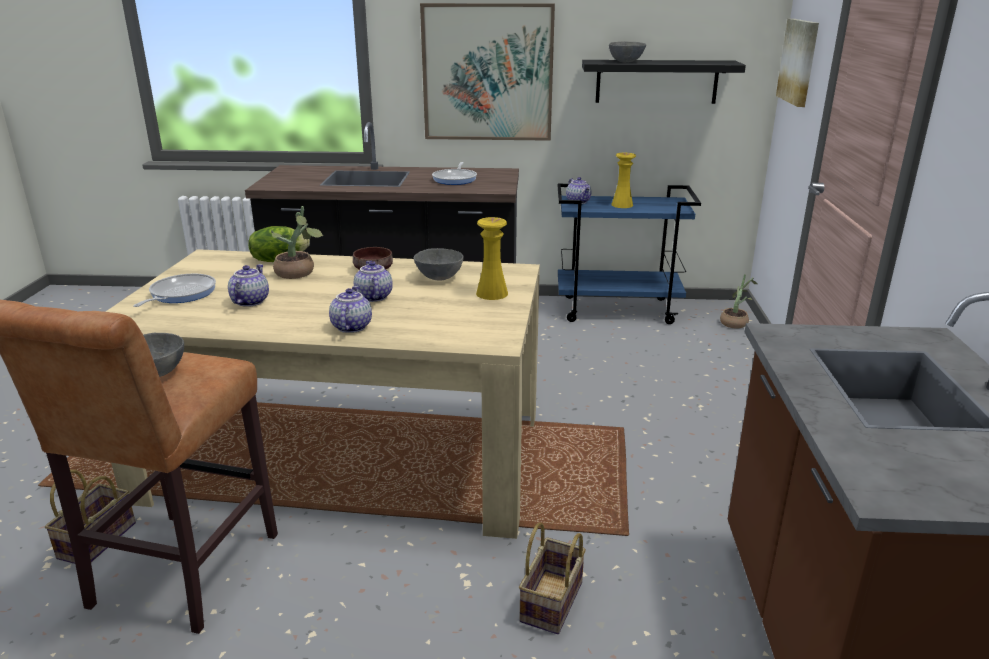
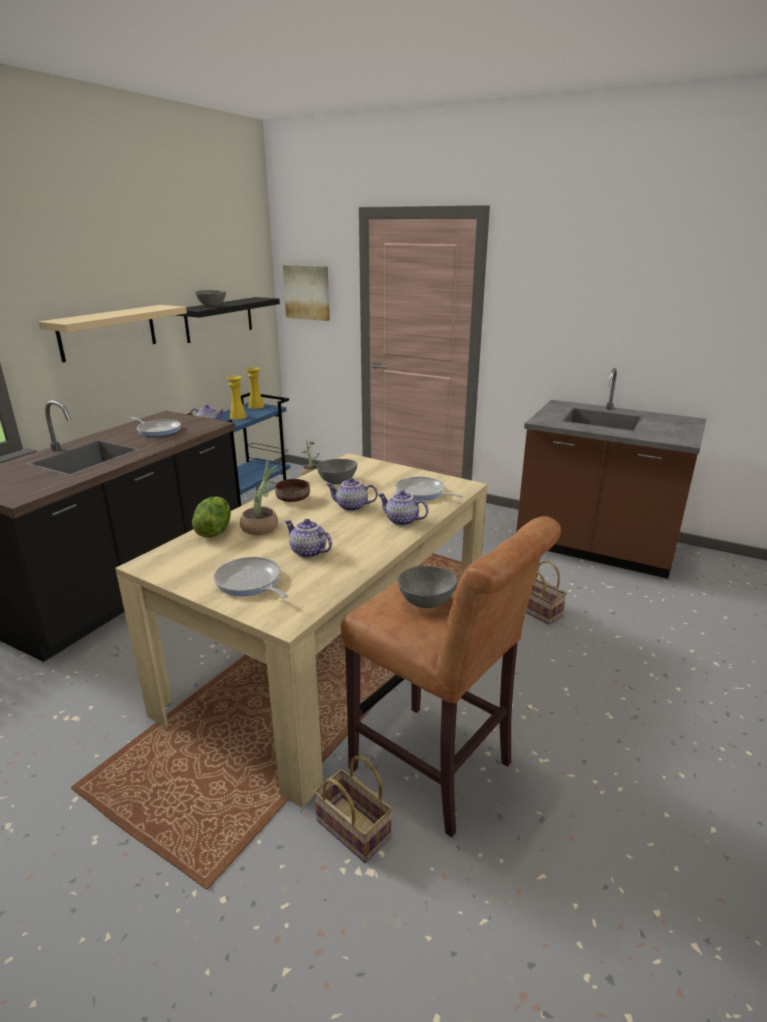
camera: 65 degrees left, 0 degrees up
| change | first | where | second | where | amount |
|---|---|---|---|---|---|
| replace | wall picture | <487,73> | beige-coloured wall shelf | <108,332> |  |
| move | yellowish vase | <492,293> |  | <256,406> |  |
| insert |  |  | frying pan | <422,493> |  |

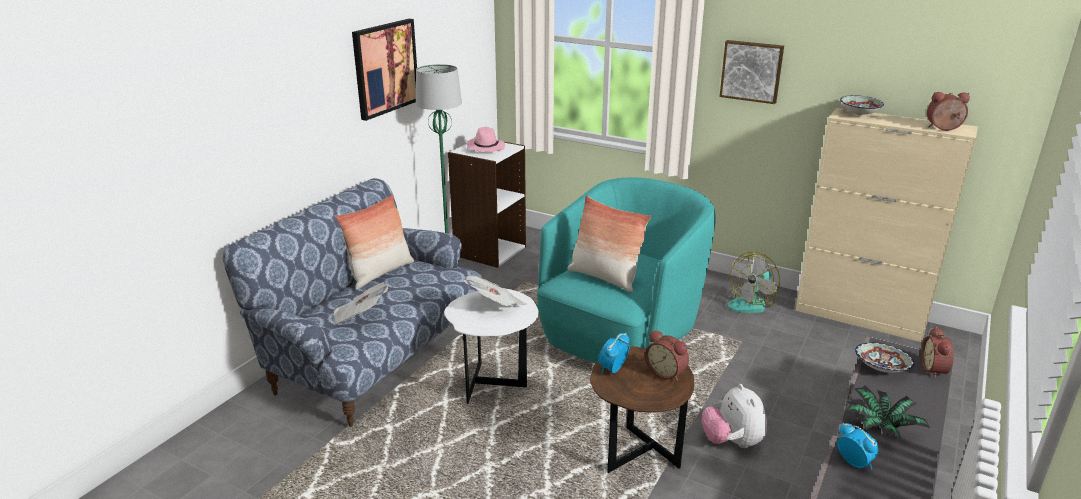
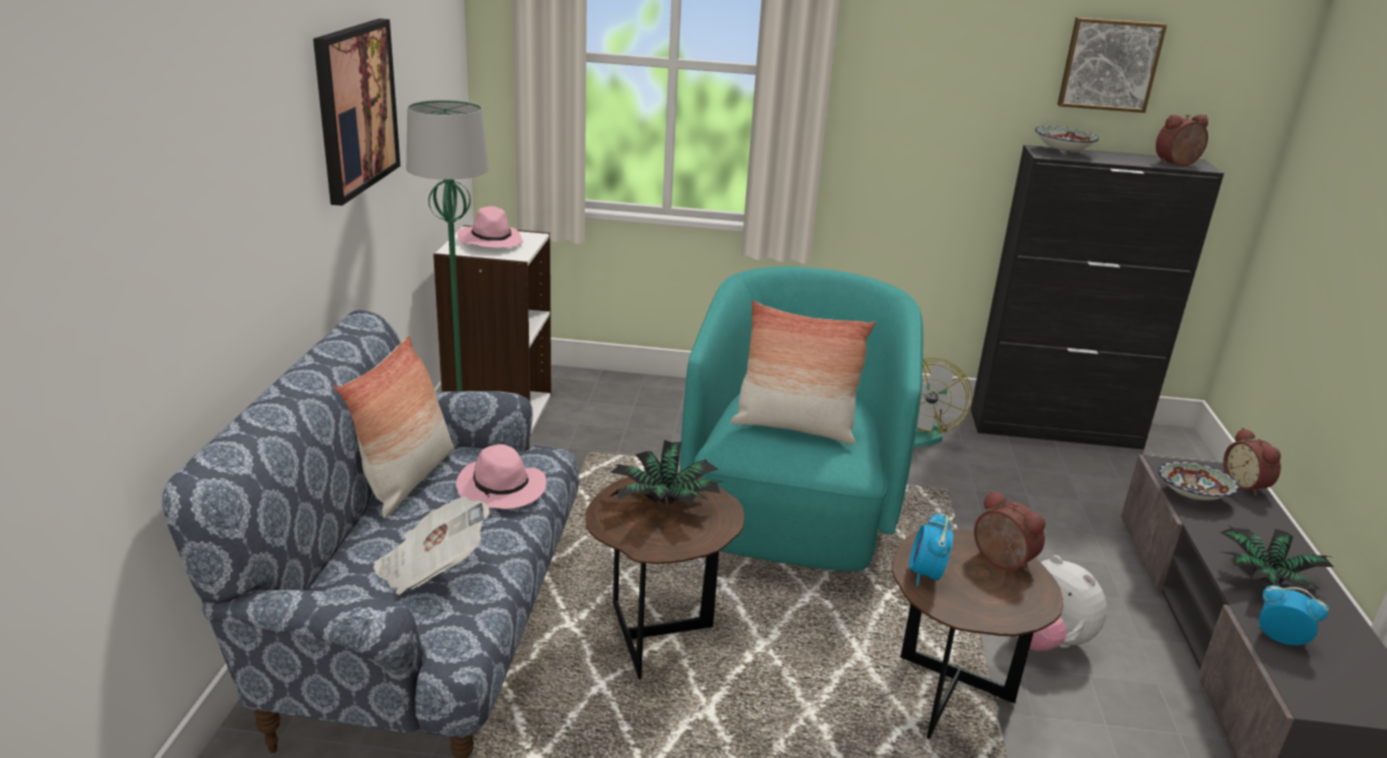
camera: 25 degrees left, 0 degrees up
| change | first | where | second | where | amount |
|---|---|---|---|---|---|
| insert |  |  | pinkish clothing hat | <502,489> |  |
| recolor | whitish end table | <494,385> | brownish end table | <658,635> |  |
| replace | newspaper | <495,306> | potted plant | <665,504> |  |
| recolor | beige-coloured cabinet | <860,317> | black cabinet | <1056,429> |  |
| rotate | table clock | <666,372> |  | <1000,562> | 150 degrees counterclockwise |
| move | wall picture | <751,71> |  | <1109,64> |  |

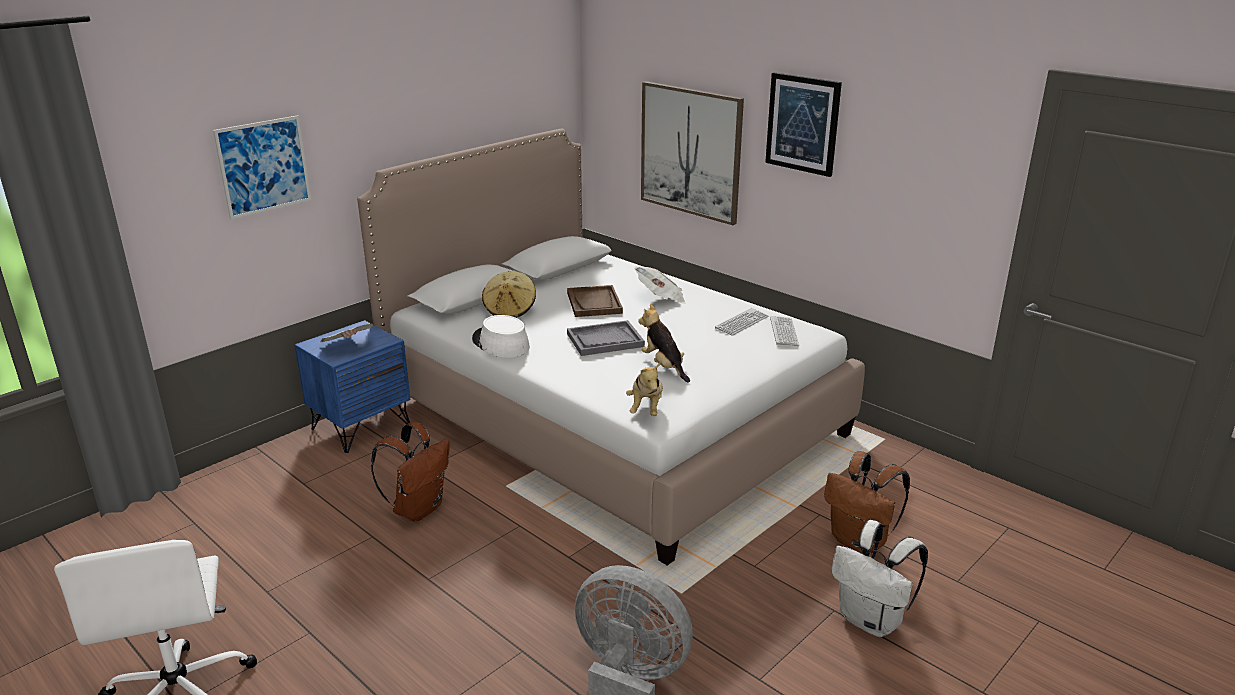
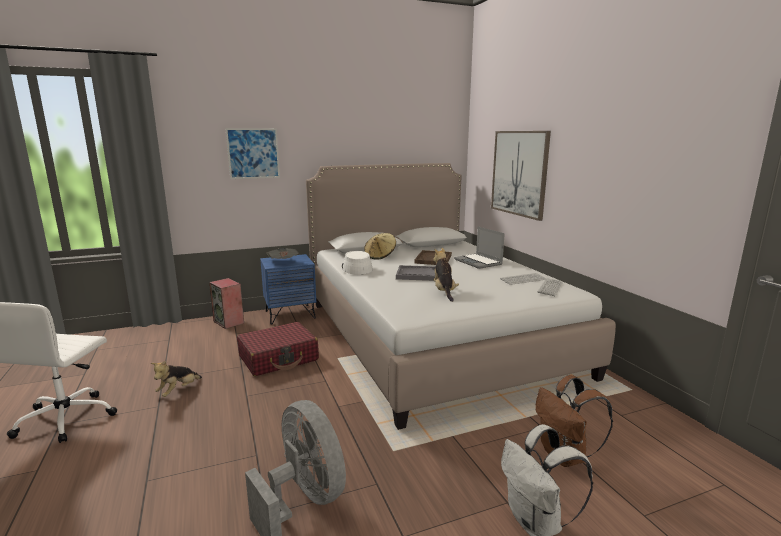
camera: 25 degrees right, 10 degrees down
| change | first | where | second | where | amount |
|---|---|---|---|---|---|
| move | plush toy | <646,408> |  | <178,391> |  |
| insert |  |  | audio speaker | <229,322> |  |
| replace | brownish knapsack | <418,508> | reddish piece of luggage | <279,358> |  |
| replace | newspaper | <661,298> | portable computer | <479,262> |  |
| delete | wall picture | <803,123> |  |  |  |

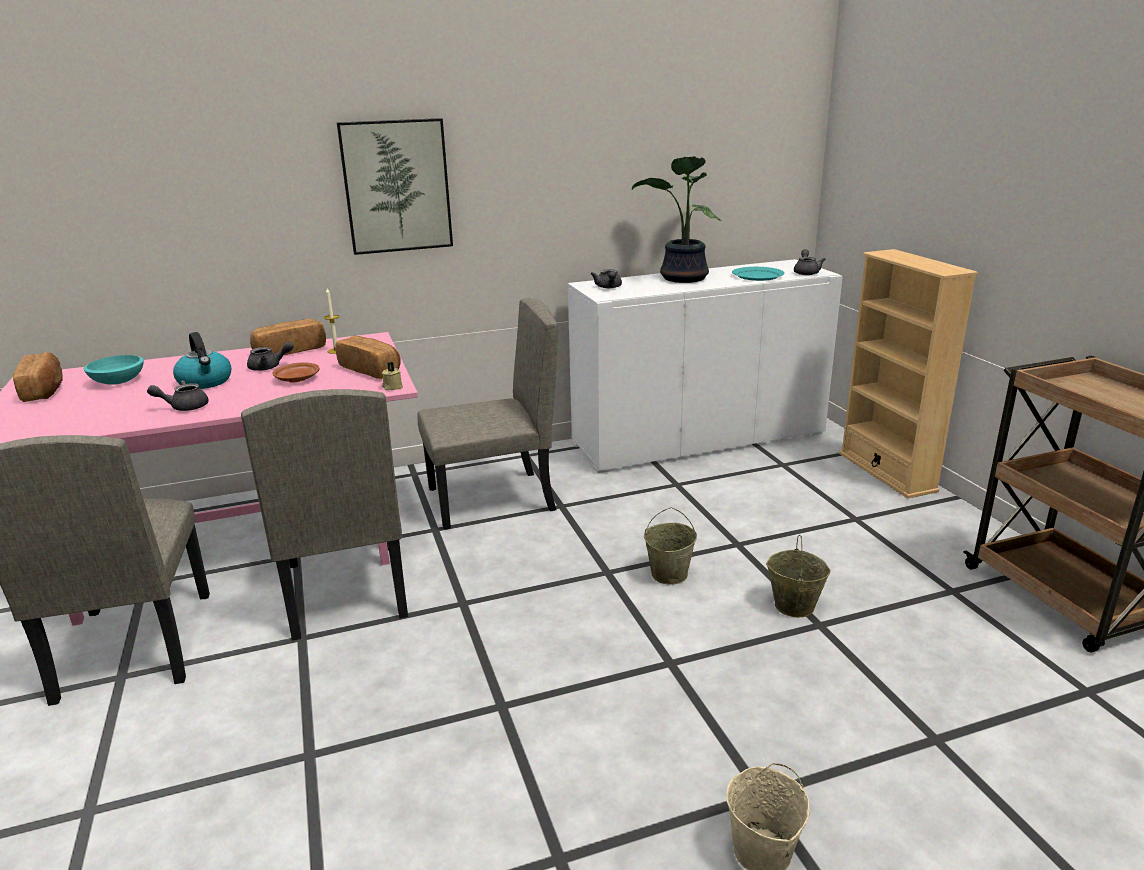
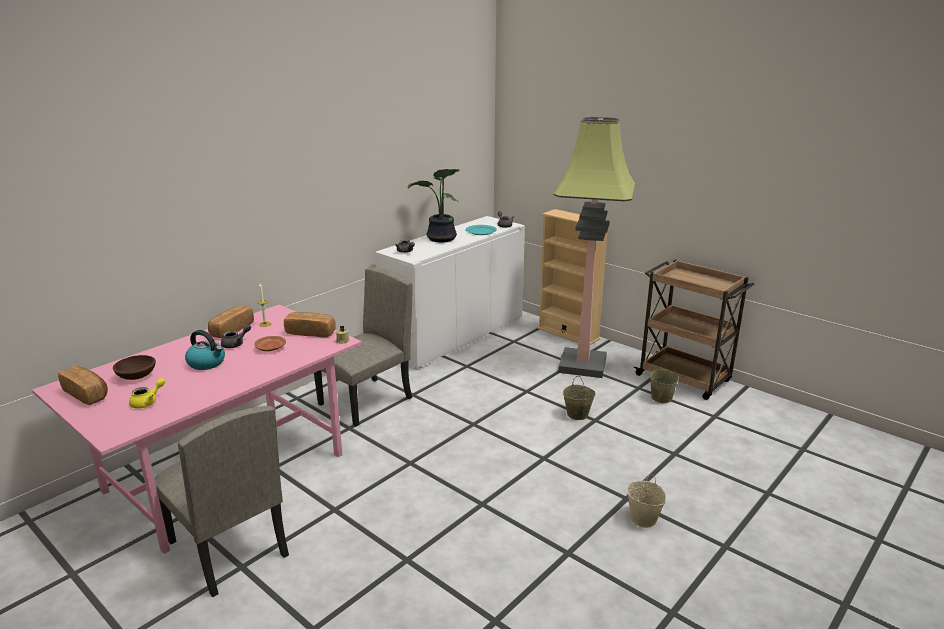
camera: 30 degrees left, 0 degrees up
| change | first | where | second | where | amount |
|---|---|---|---|---|---|
| recolor | turquoise-coloured serving bowl | <118,382> | brownish serving bowl | <137,376> |  |
| insert |  |  | yellowish tea pot | <148,402> |  |
| insert |  |  | standing lamp | <583,365> |  |
| move | beige-coloured pail | <669,574> |  | <661,398> |  |
| delete | gray tea pot | <184,407> |  |  |  |
| delete | beige-coloured upright chair | <345,590> |  |  |  |
| delete | wall picture | <396,186> |  |  |  |

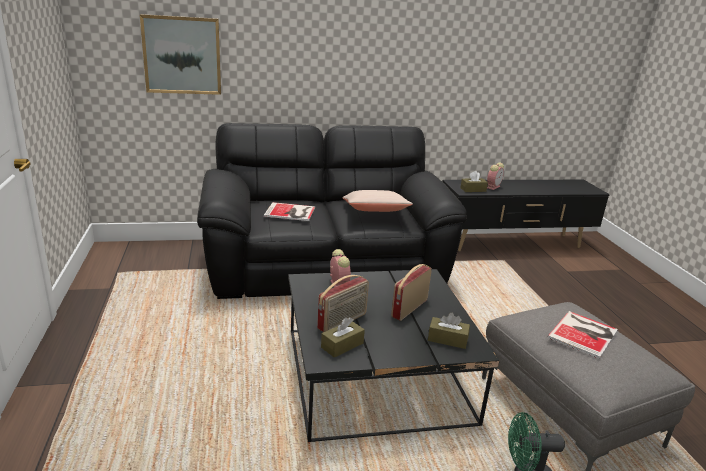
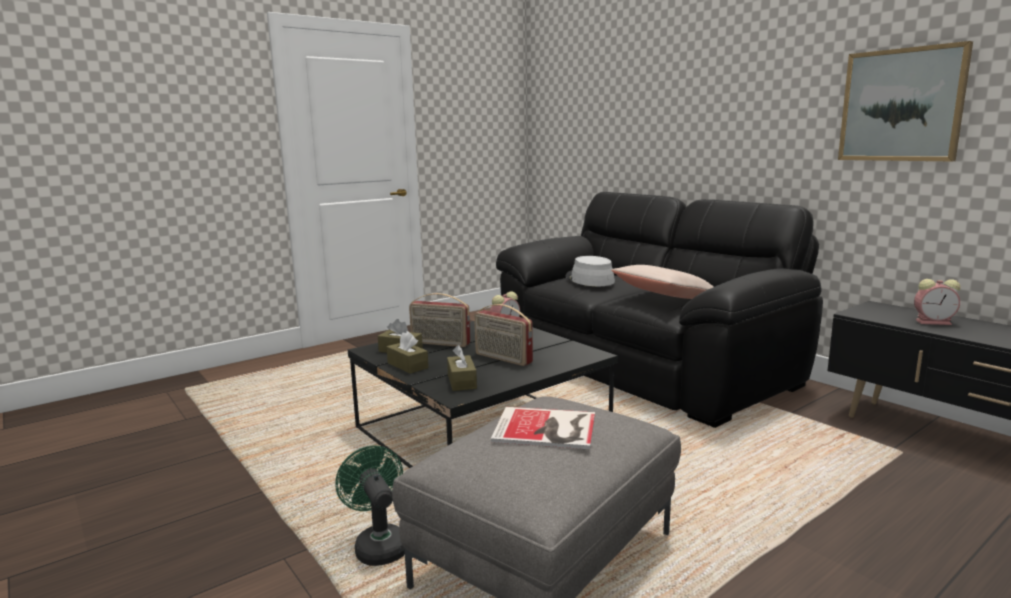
camera: 65 degrees right, 10 degrees down
| change | first | where | second | where | amount |
|---|---|---|---|---|---|
| move | brownish box of tissues | <473,190> |  | <407,365> |  |
| rotate | radio set | <409,308> |  | <502,359> | 150 degrees counterclockwise |
| replace | bound book | <291,212> | gray clothing hat | <589,279> |  |
| move | wall picture | <182,55> |  | <901,105> |  |

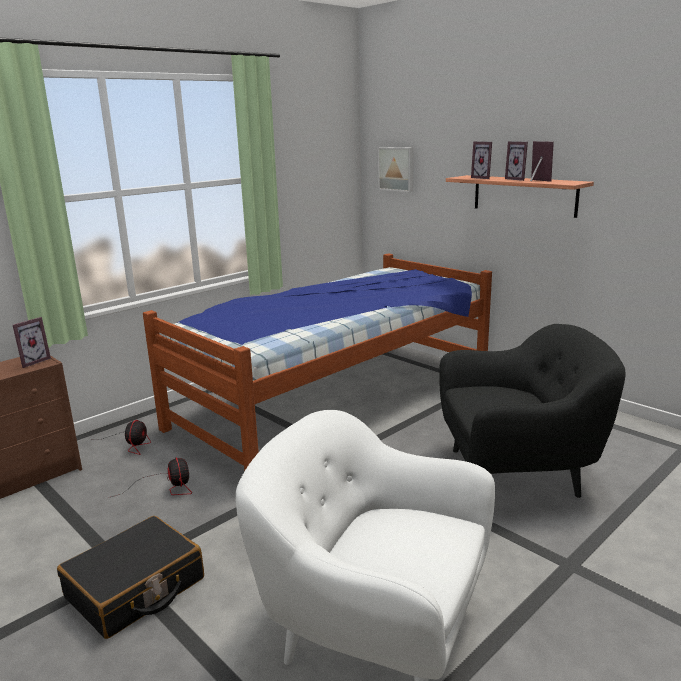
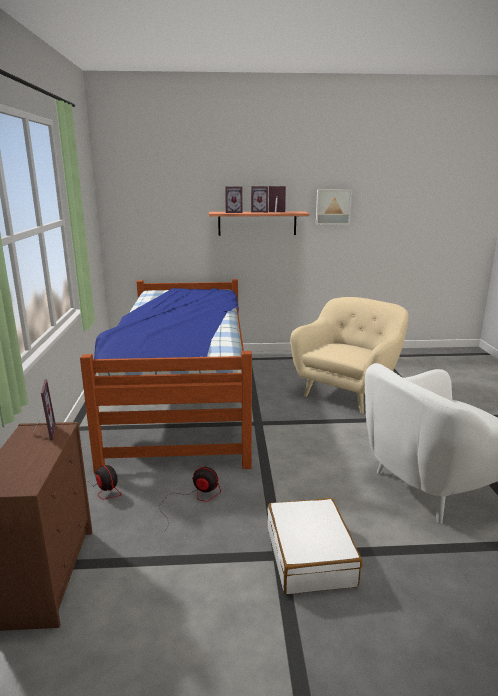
camera: 50 degrees left, 0 degrees up
| change | first | where | second | where | amount |
|---|---|---|---|---|---|
| recolor | black piece of luggage | <135,589> | whitish piece of luggage | <310,556> |  |
| recolor | black armchair | <518,472> | beige-coloured armchair | <348,392> |  |
| move | wall picture | <397,169> |  | <333,206> |  |

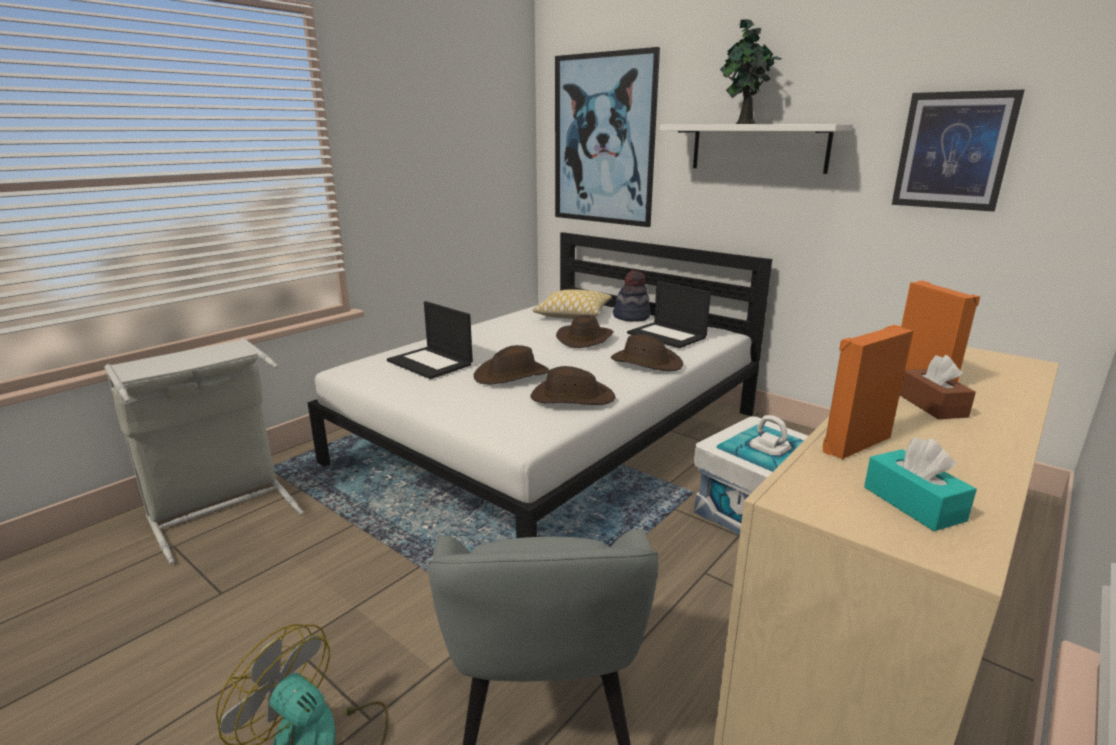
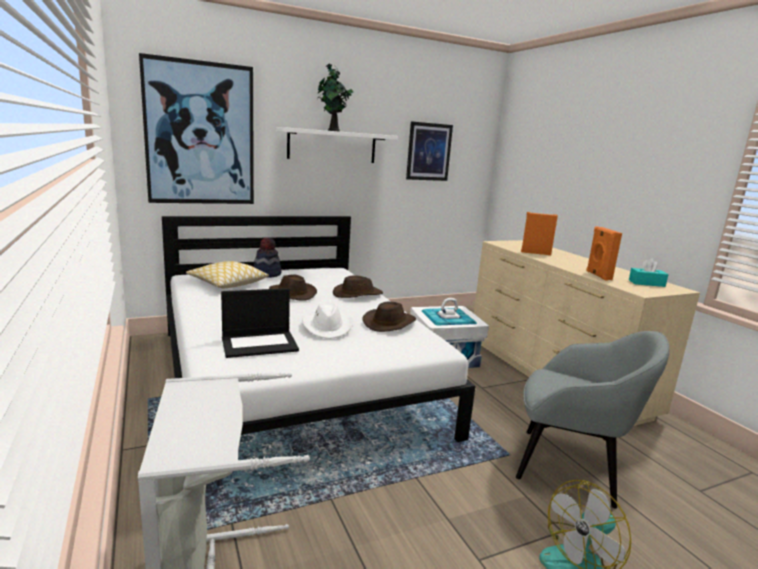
camera: 65 degrees left, 5 degrees down
| change | first | where | second | where | amount |
|---|---|---|---|---|---|
| recolor | brownish clothing hat | <512,375> | whitish clothing hat | <327,327> |  |
| delete | portable computer | <667,335> |  |  |  |
| delete | brownish box of tissues | <931,405> |  |  |  |

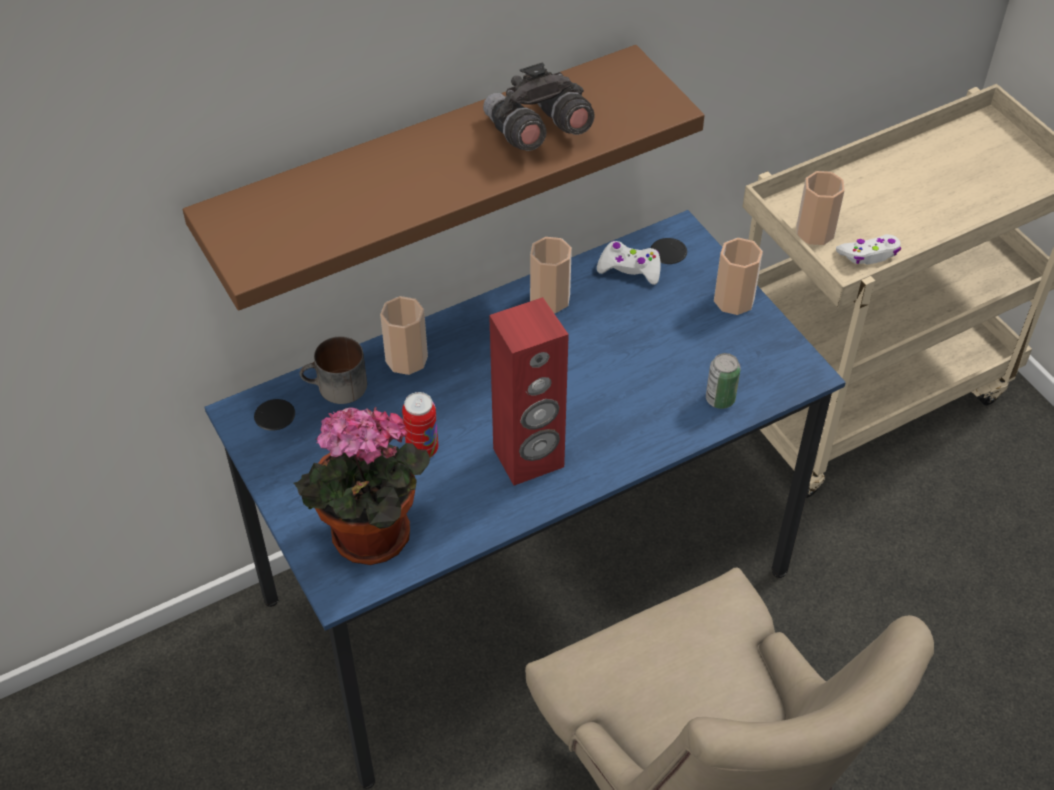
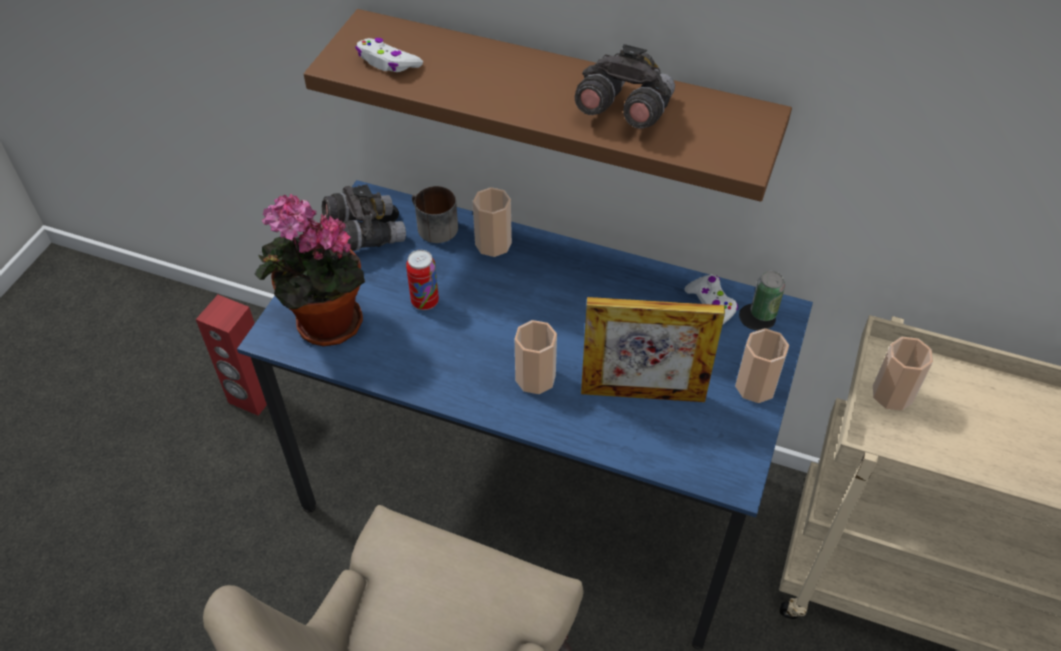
camera: 50 degrees right, 0 degrees up
| change | first | where | second | where | amount |
|---|---|---|---|---|---|
| move | reddish audio speaker | <529,458> |  | <252,397> |  |
| insert |  |  | gray binoculars | <365,233> |  |
| move | whitish gamepad | <869,254> |  | <388,62> |  |
| move | drinking cup | <550,299> |  | <535,378> |  |
| insert |  |  | standing frame | <642,394> |  |
| move | can | <720,399> |  | <763,312> |  |

